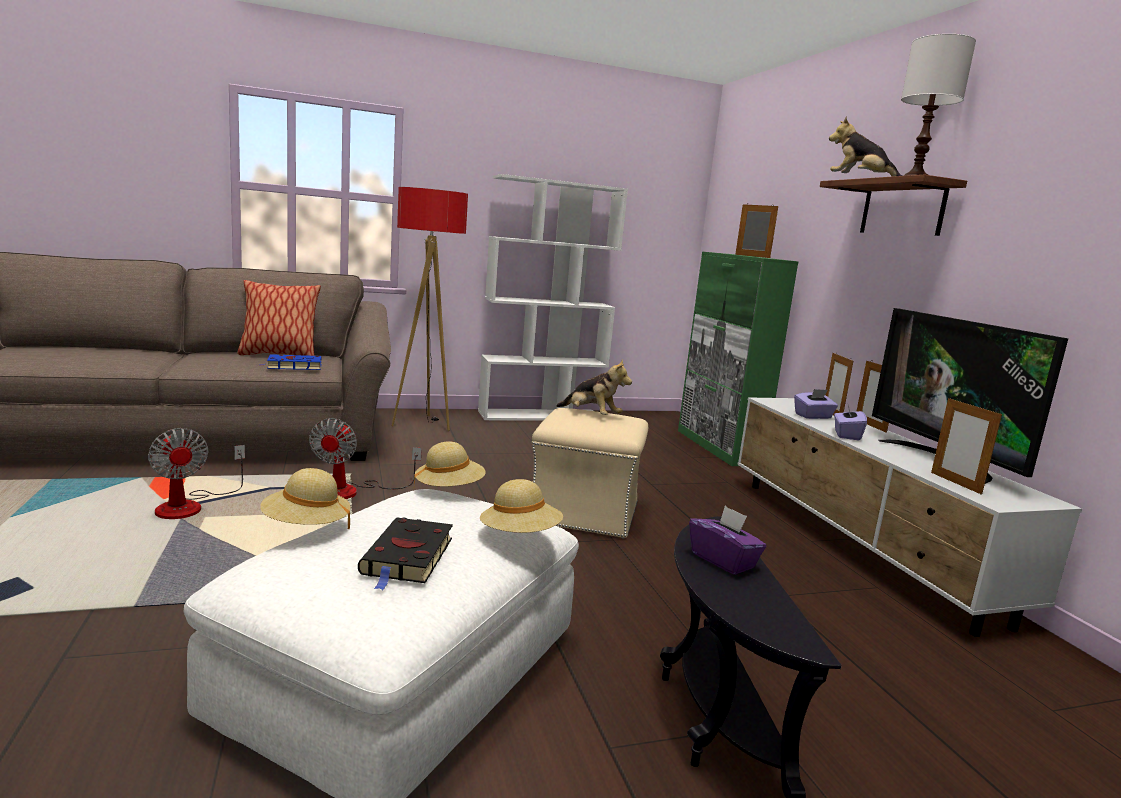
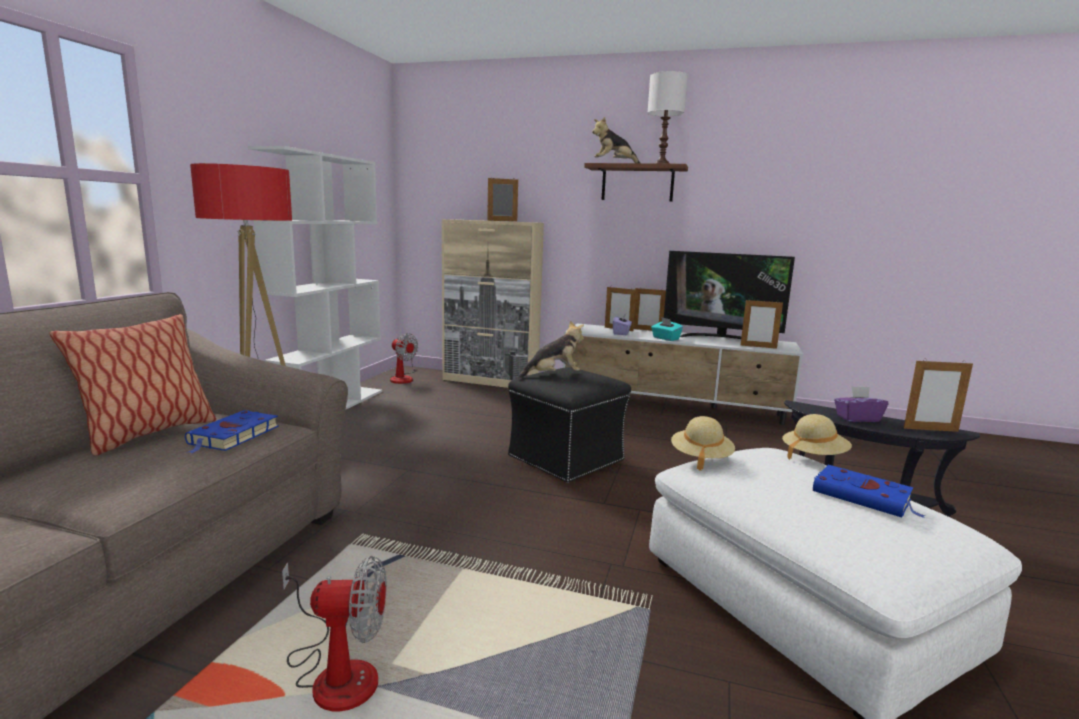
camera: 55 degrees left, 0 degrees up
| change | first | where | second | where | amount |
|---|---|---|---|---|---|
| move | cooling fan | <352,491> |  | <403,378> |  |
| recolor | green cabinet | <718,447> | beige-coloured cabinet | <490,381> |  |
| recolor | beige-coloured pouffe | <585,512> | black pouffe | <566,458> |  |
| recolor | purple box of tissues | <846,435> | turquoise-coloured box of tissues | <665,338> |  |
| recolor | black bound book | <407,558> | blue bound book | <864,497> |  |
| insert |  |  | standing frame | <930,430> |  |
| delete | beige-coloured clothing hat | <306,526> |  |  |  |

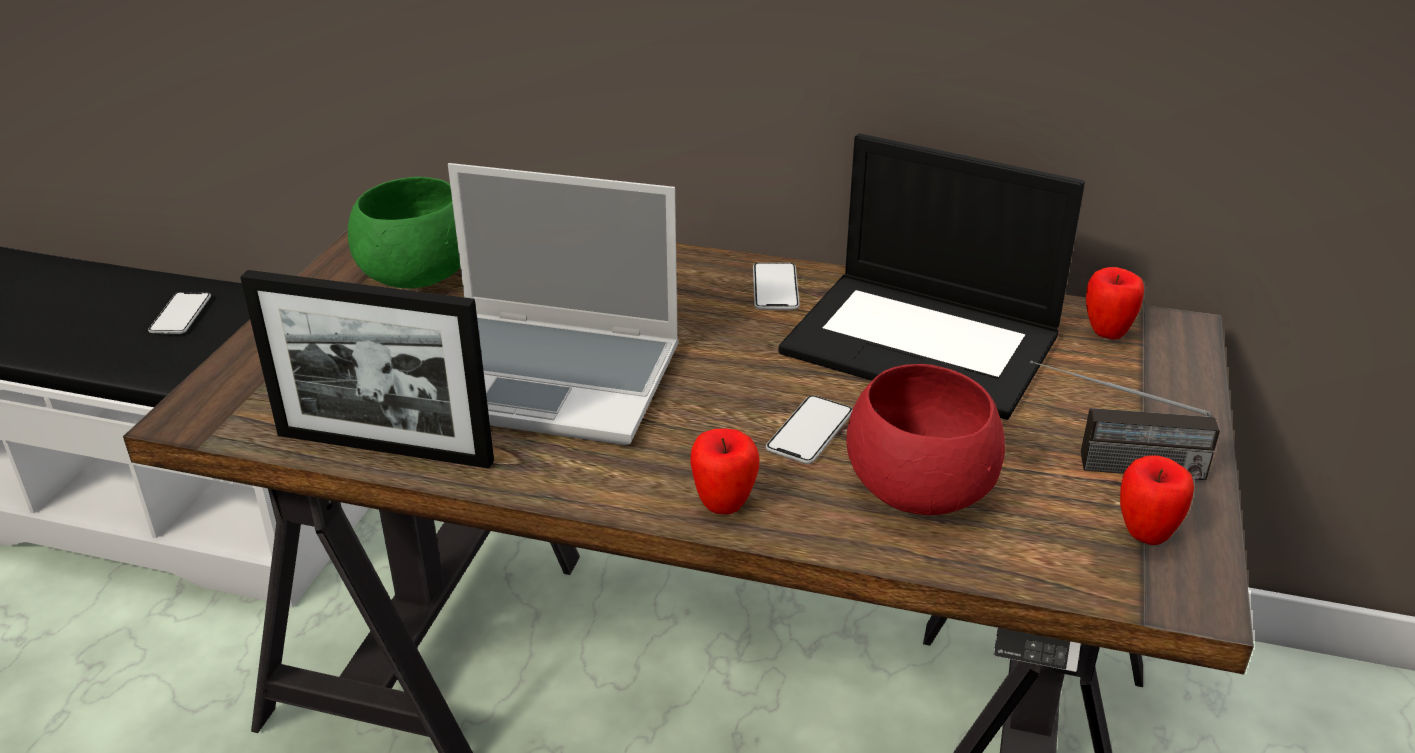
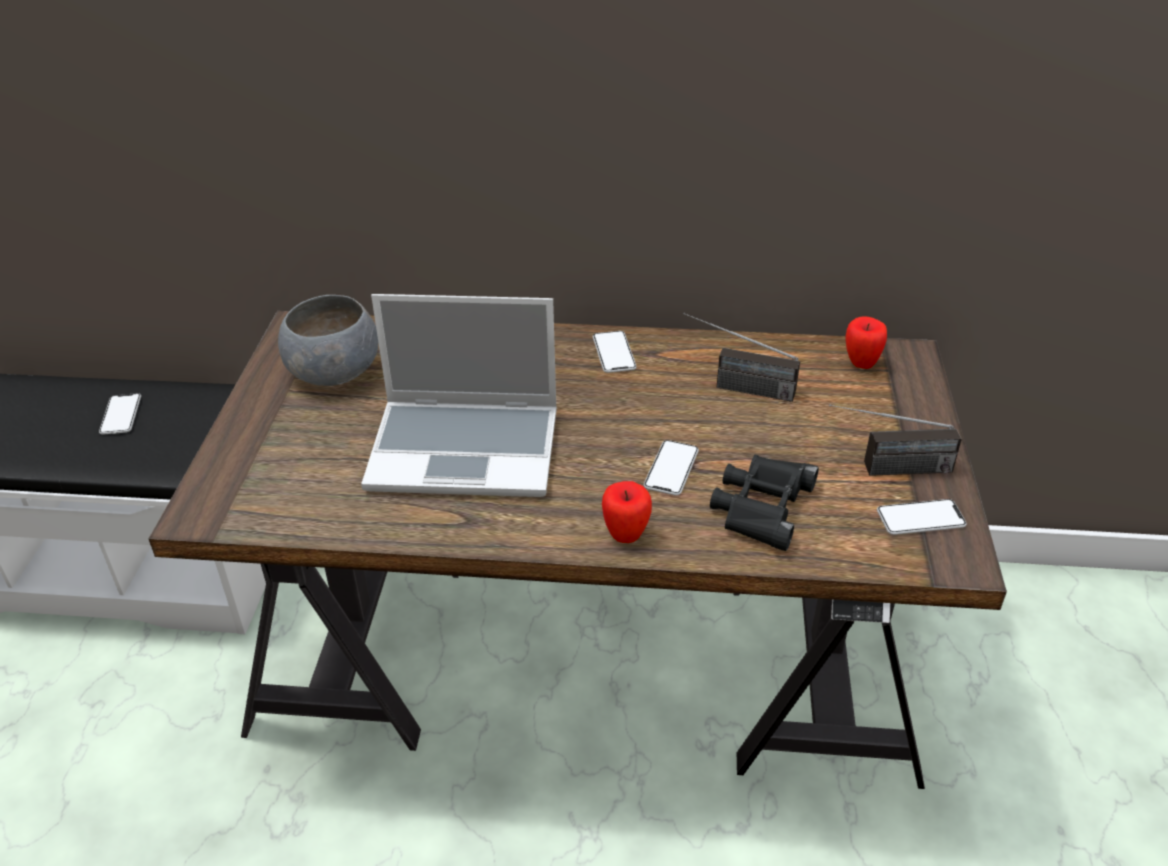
camera: 10 degrees left, 5 degrees up
| change | first | where | second | where | amount |
|---|---|---|---|---|---|
| recolor | green serving bowl | <416,275> | gray serving bowl | <333,372> |  |
| replace | portable computer | <924,342> | radio set | <734,386> |  |
| replace | reddish serving bowl | <920,491> | black binoculars | <761,506> |  |
| replace | whole apple | <1145,533> | phone | <920,518> |  |
| delete | standing frame | <384,448> |  |  |  |

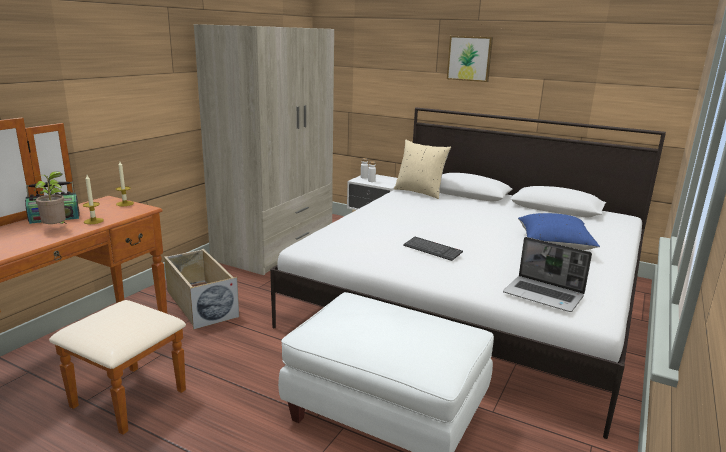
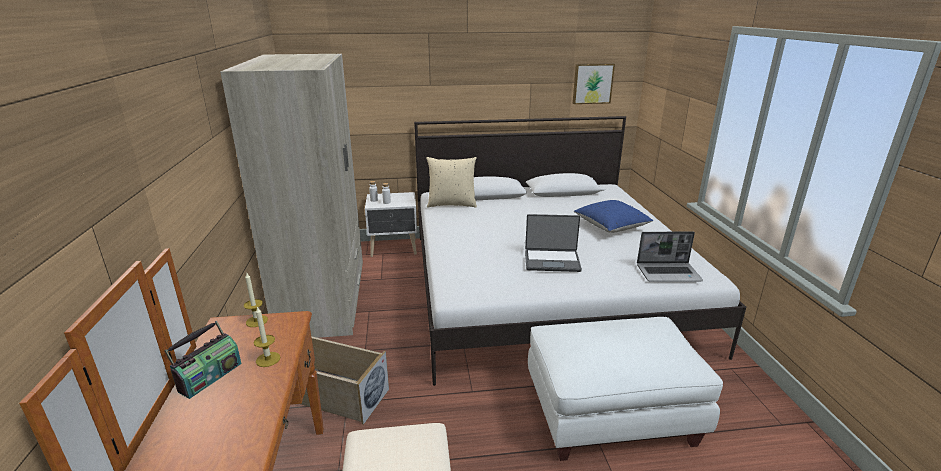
camera: 35 degrees left, 5 degrees up
| change | first | where | second | where | amount |
|---|---|---|---|---|---|
| replace | computer keyboard | <432,250> | portable computer | <552,261> |  |
| move | wall picture | <470,58> |  | <592,83> |  |
| delete | potted plant | <56,228> |  |  |  |

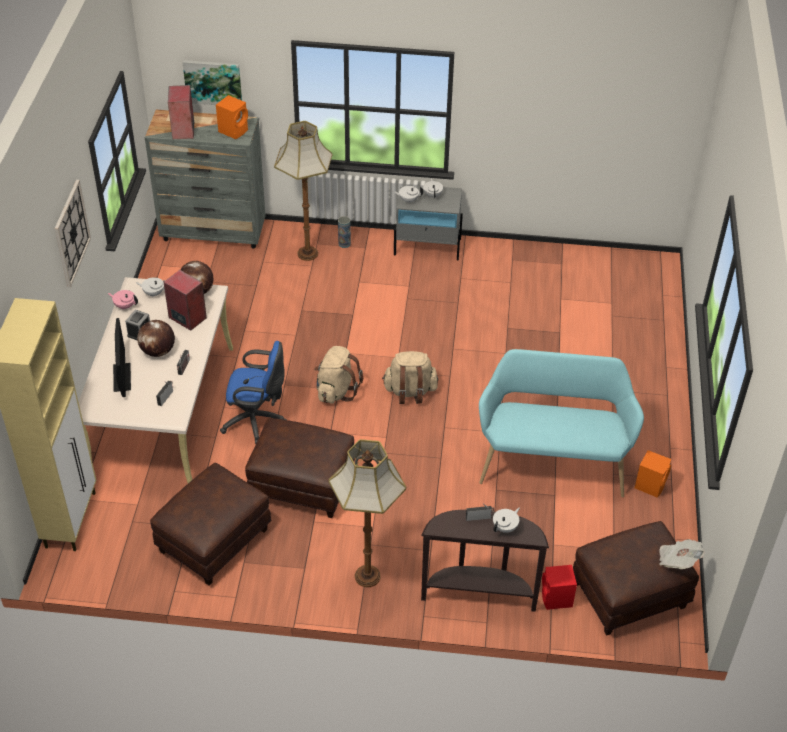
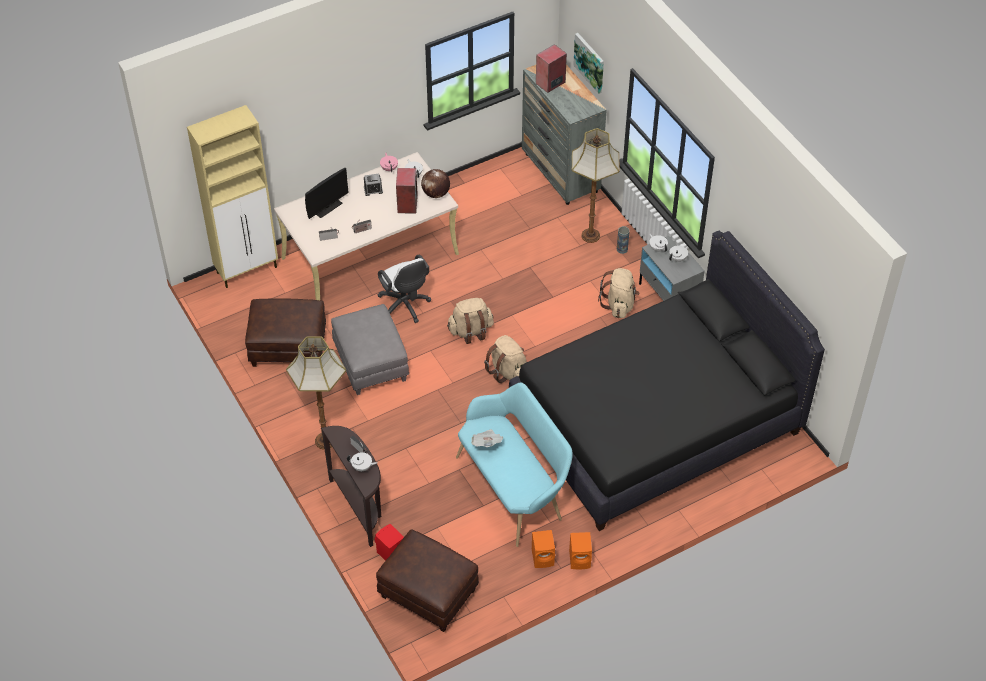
camera: 55 degrees right, 5 degrees up
| change | first | where | second | where | amount |
|---|---|---|---|---|---|
| recolor | brownish pouffe | <300,485> | gray pouffe | <370,363> |  |
| recolor | blue computer chair | <256,421> | whitish computer chair | <405,307> |  |
| move | newspaper | <678,560> |  | <487,443> |  |
| insert |  |  | black bedroom bed | <655,420> |  |
| move | orange-coloured audio speaker | <234,130> |  | <580,559> |  |
| insert |  |  | beige-coloured knapsack | <619,304> |  |
| delete | wall clock | <71,233> |  |  |  |
| delete | globe | <158,351> |  |  |  |

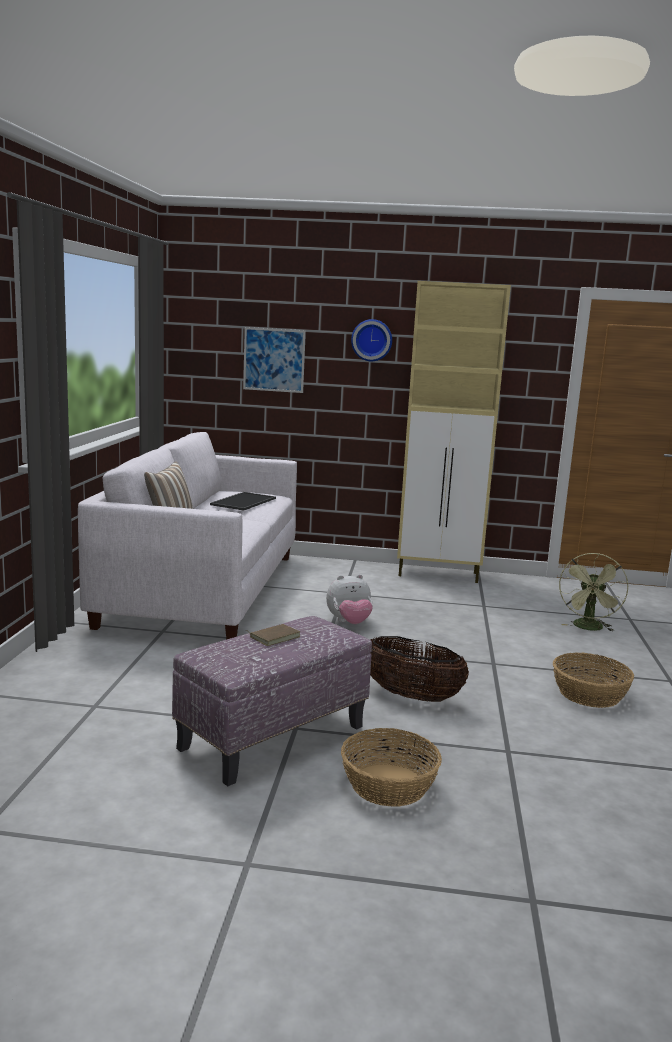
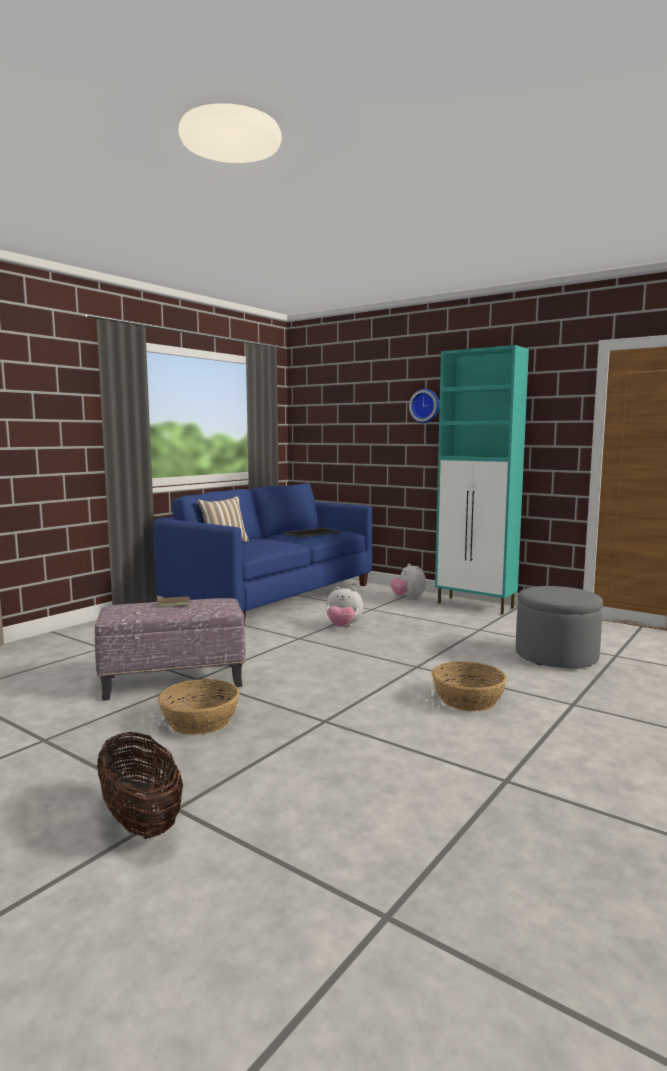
camera: 30 degrees right, 5 degrees down
| change | first | where | second | where | amount |
|---|---|---|---|---|---|
| move | household basket | <411,696> |  | <141,821> |  |
| recolor | whitish sofa | <203,589> | blue sofa | <273,596> |  |
| insert |  |  | plush toy | <408,598> |  |
| recolor | beige-coloured cabinet | <439,574> | turquoise-coloured cabinet | <476,605> |  |
| replace | green cooling fan | <589,628> | gray pouffe | <556,656> |  |
| delete | wall picture | <274,360> |  |  |  |

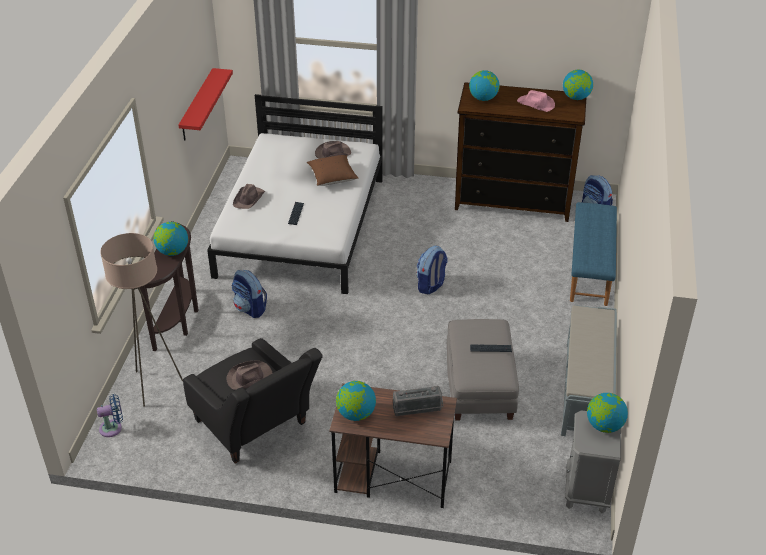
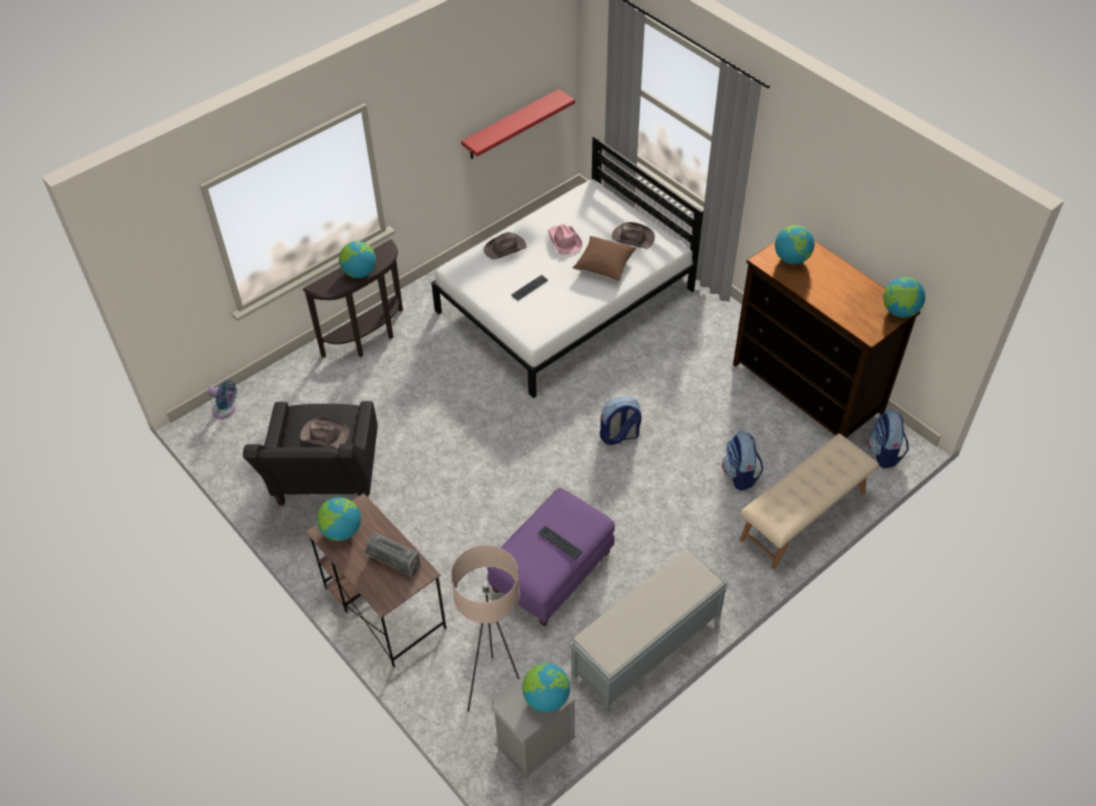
camera: 40 degrees right, 10 degrees up
| change | first | where | second | where | amount |
|---|---|---|---|---|---|
| move | beige-coloured standing lamp | <154,385> |  | <496,690> |  |
| recolor | gray pouffe | <479,386> | purple pouffe | <551,572> |  |
| move | pinkish clothing hat | <536,104> |  | <564,241> |  |
| move | knapsack | <250,308> |  | <740,475> |  |
| recolor | blue bench | <590,268> | beige-coloured bench | <803,516> |  |

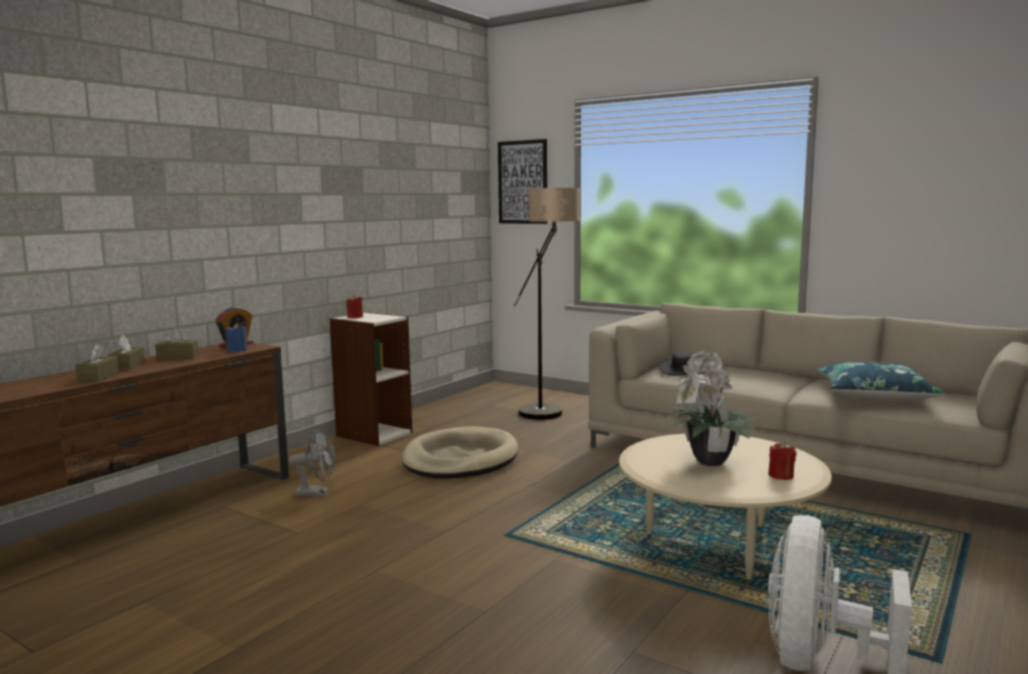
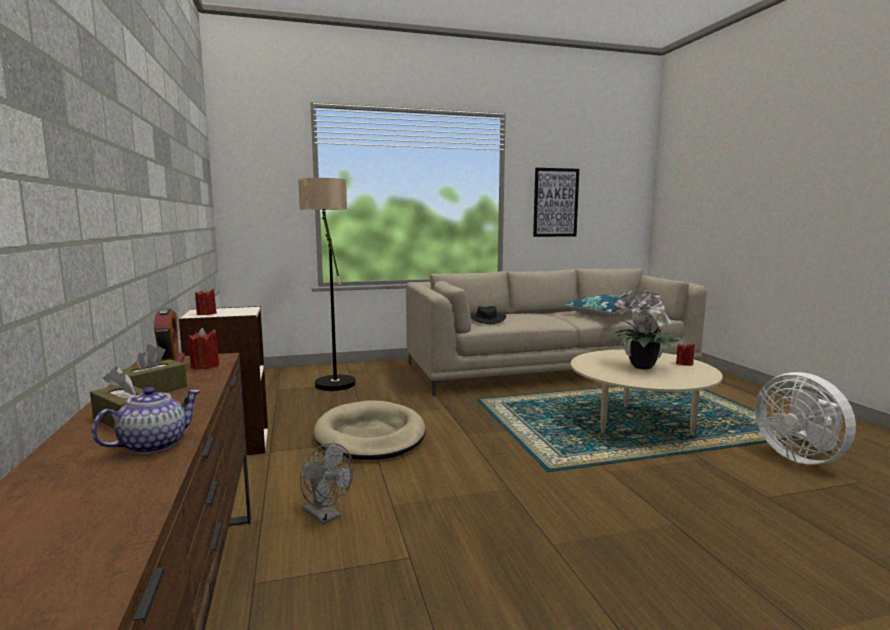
camera: 50 degrees left, 0 degrees up
| change | first | where | second | where | amount |
|---|---|---|---|---|---|
| replace | brownish box of tissues | <98,377> | tea pot | <153,445> |  |
| recolor | blue wax candle | <237,350> | reddish wax candle | <205,366> |  |
| rotate | gray cooling fan | <317,493> |  | <326,516> | 90 degrees clockwise |
| move | wall picture | <522,182> |  | <555,202> |  |

